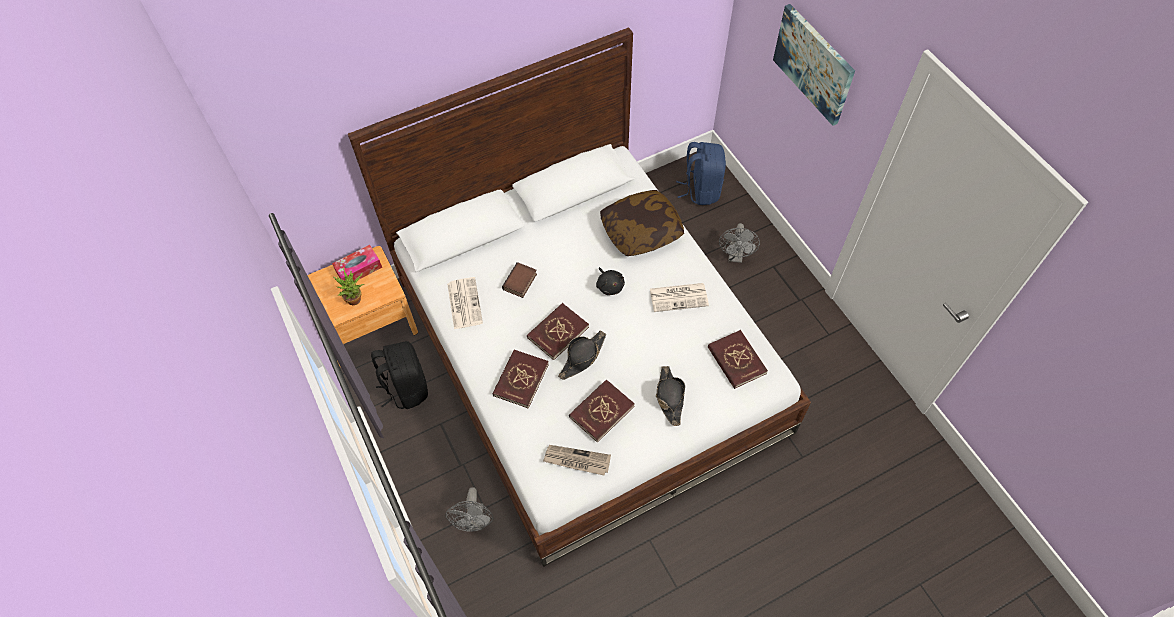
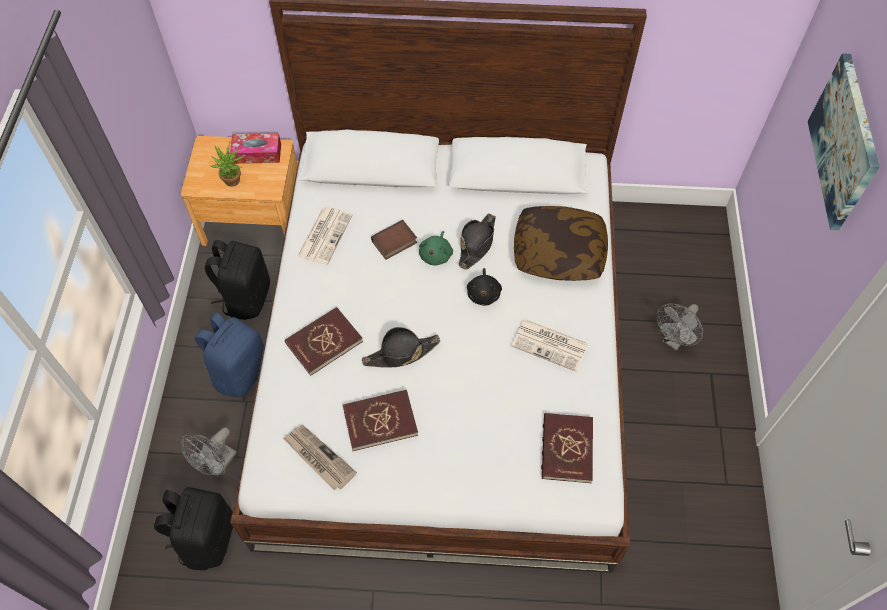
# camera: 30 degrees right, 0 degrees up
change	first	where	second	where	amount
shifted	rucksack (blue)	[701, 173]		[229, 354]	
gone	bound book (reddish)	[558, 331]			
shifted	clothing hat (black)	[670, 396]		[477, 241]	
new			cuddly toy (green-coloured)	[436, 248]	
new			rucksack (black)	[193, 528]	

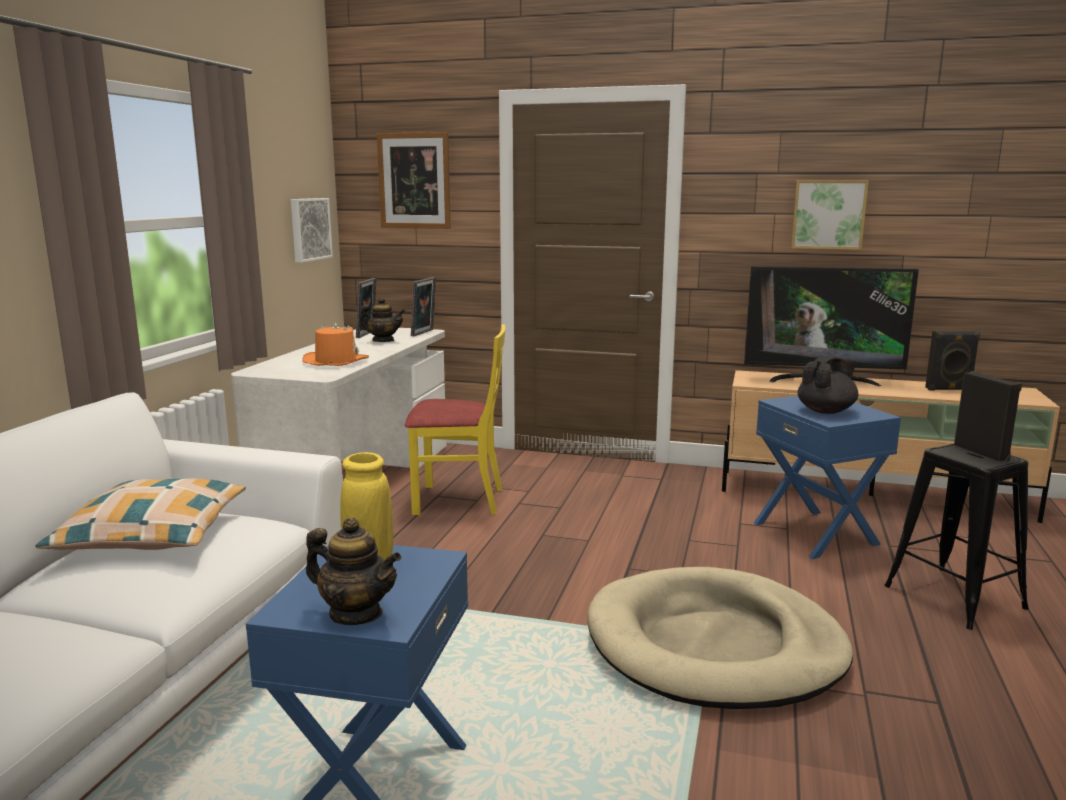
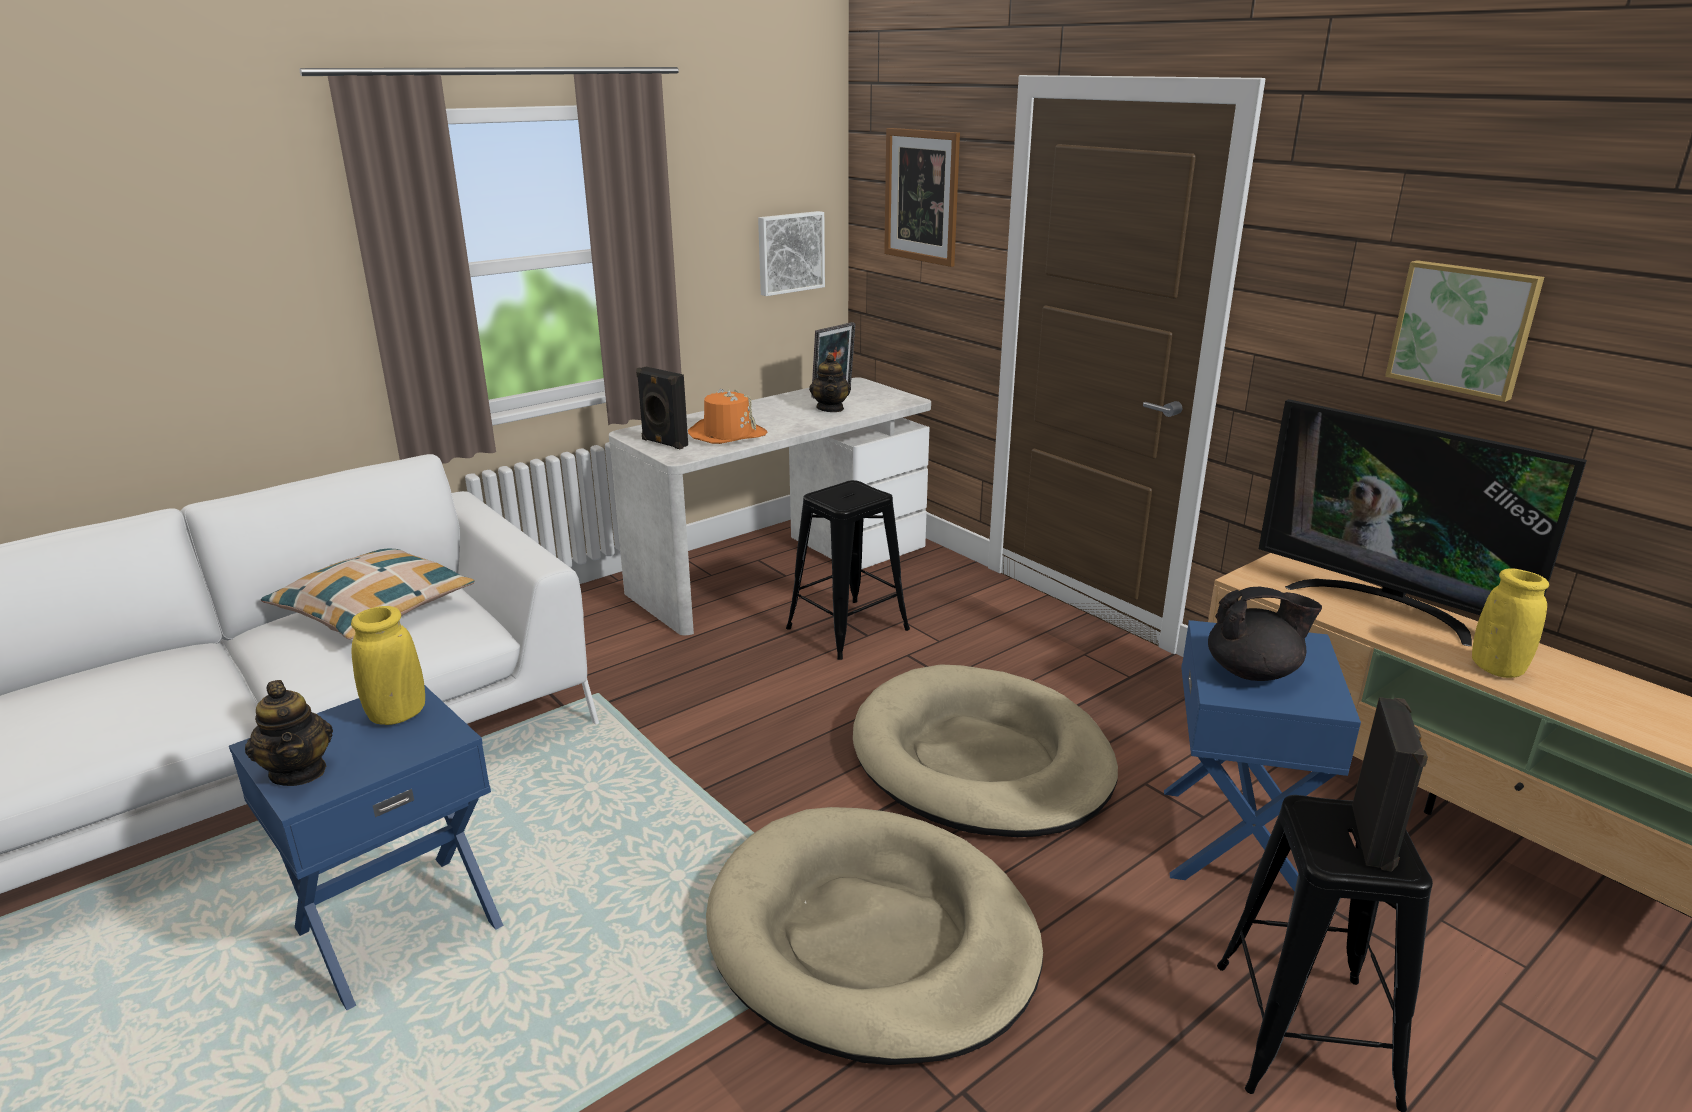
# camera: 35 degrees right, 10 degrees up
change	first	where	second	where	amount
gone	photo frame	[423, 306]			
rotated	teapot	[382, 319]		[830, 383]	45 degrees clockwise
swapped	upright chair (yellow)	[455, 419]	sitting stool (black)	[848, 570]	
shifted	audio speaker (black)	[952, 360]		[662, 408]	
new			vase (yellow)	[1510, 623]	
new			dog bed (beige-coloured)	[985, 750]	

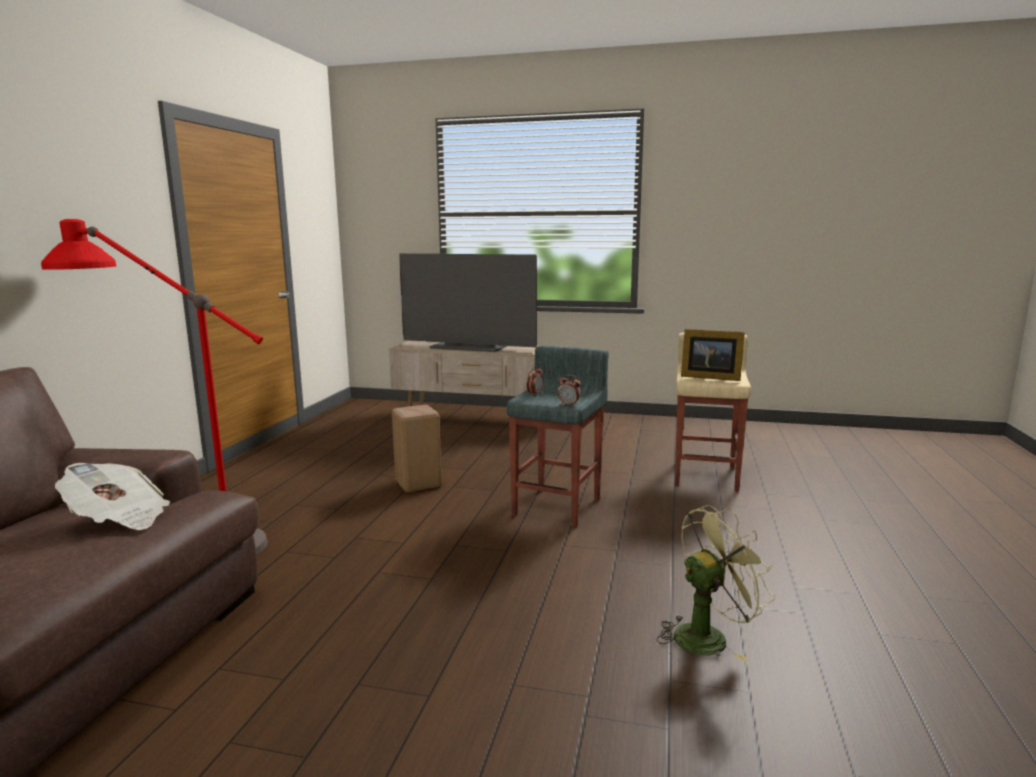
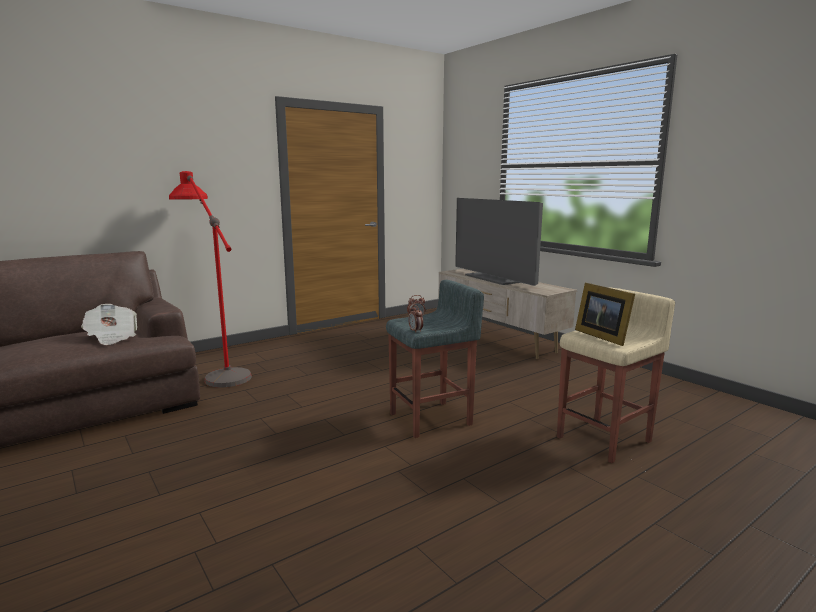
# camera: 40 degrees right, 0 degrees up
change	first	where	second	where	amount
gone	sitting stool (beige-coloured)	[417, 448]			
gone	fan (green-coloured)	[715, 583]			

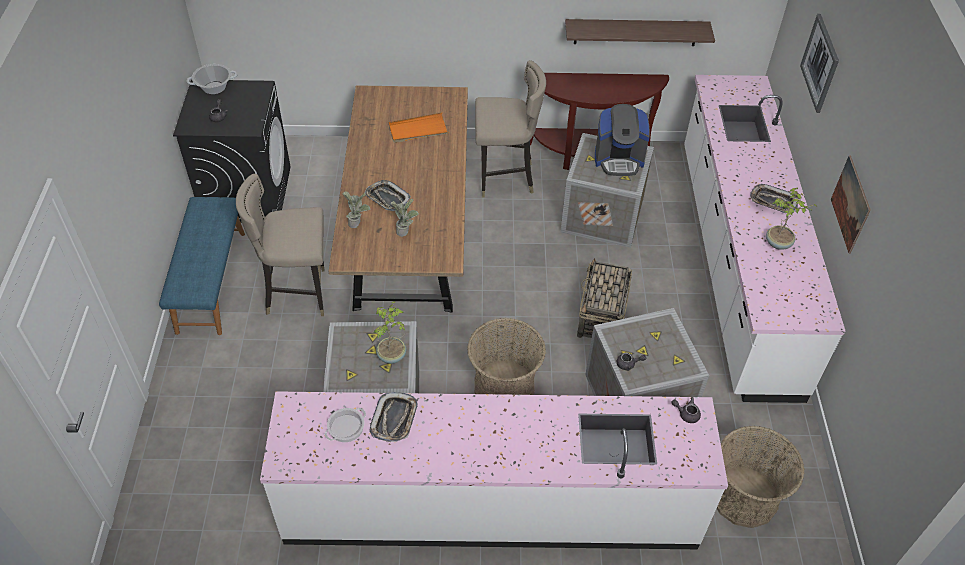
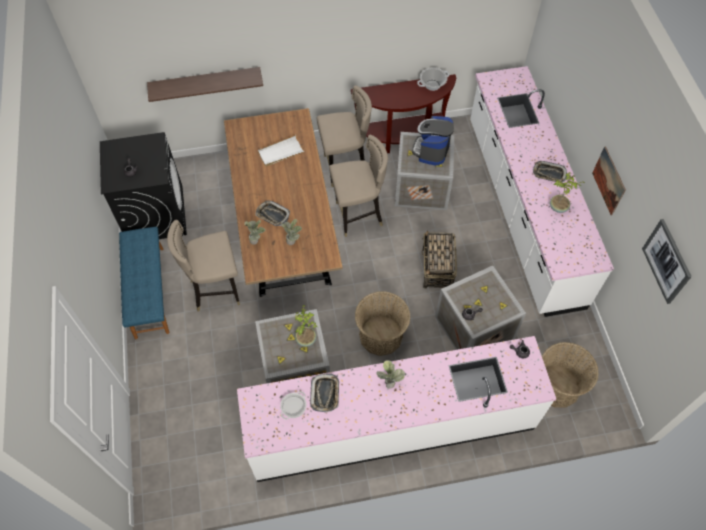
# camera: 10 degrees left, 10 degrees up
change	first	where	second	where	amount
shifted	wall art	[819, 63]		[667, 261]	
shifted	bracket shelf	[640, 32]		[205, 84]	
shifted	stockpot	[212, 79]		[433, 79]	
rotated	coffee brewer	[622, 140]		[433, 141]	120 degrees clockwise
repainted	carrying tray (orangey)	[419, 127]	carrying tray (white-coloured)	[281, 150]	
new			sitting stool (beige-coloured)	[358, 186]	
new			potted plant	[390, 374]	

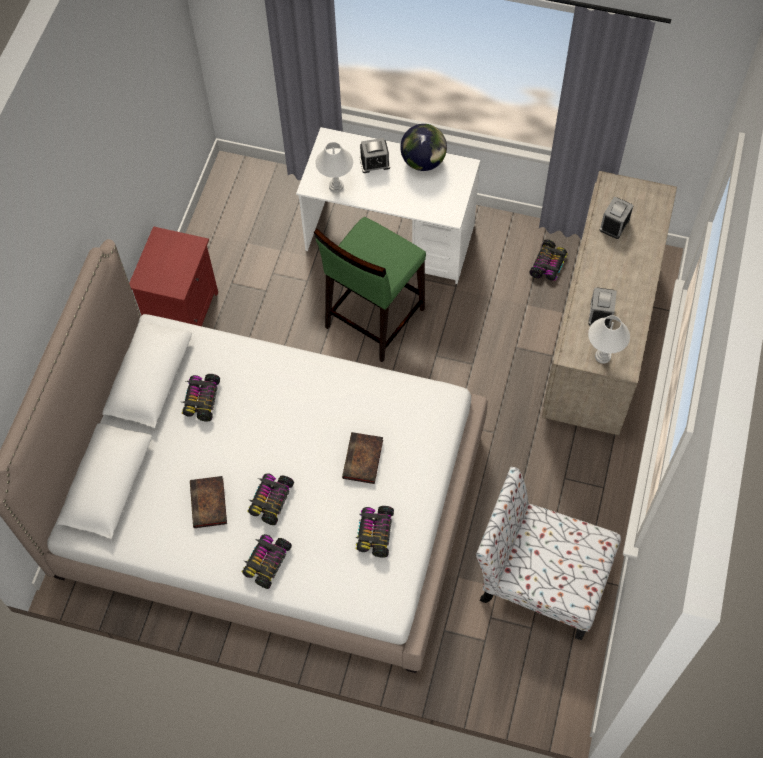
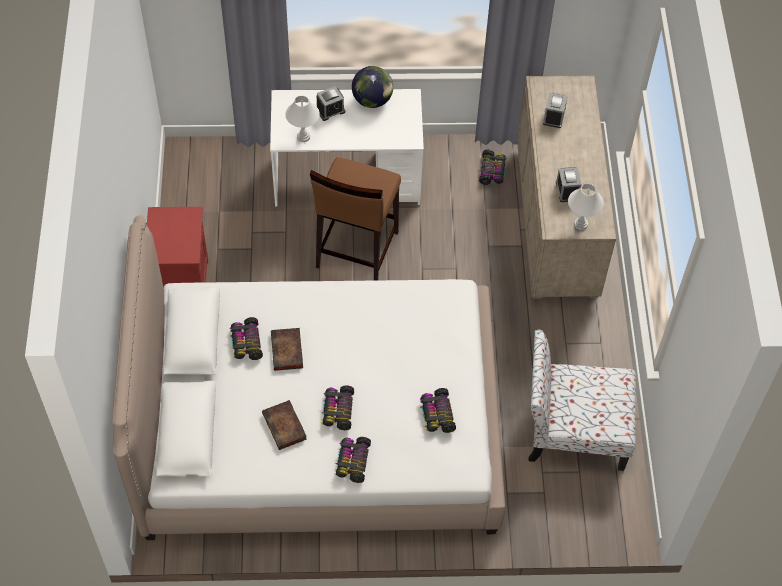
# camera: 20 degrees left, 5 degrees down
change	first	where	second	where	amount
repainted	sitting stool (green-coloured)	[370, 289]	sitting stool (brown-coloured)	[355, 219]	
shifted	bound book	[362, 458]		[287, 349]	

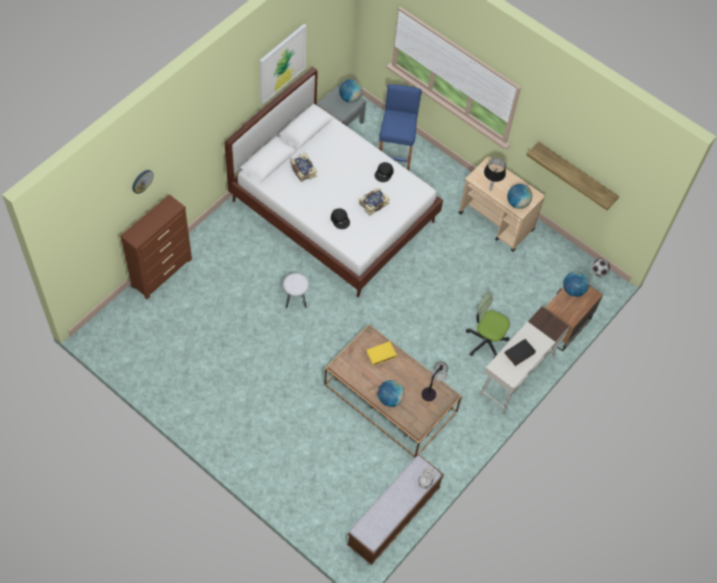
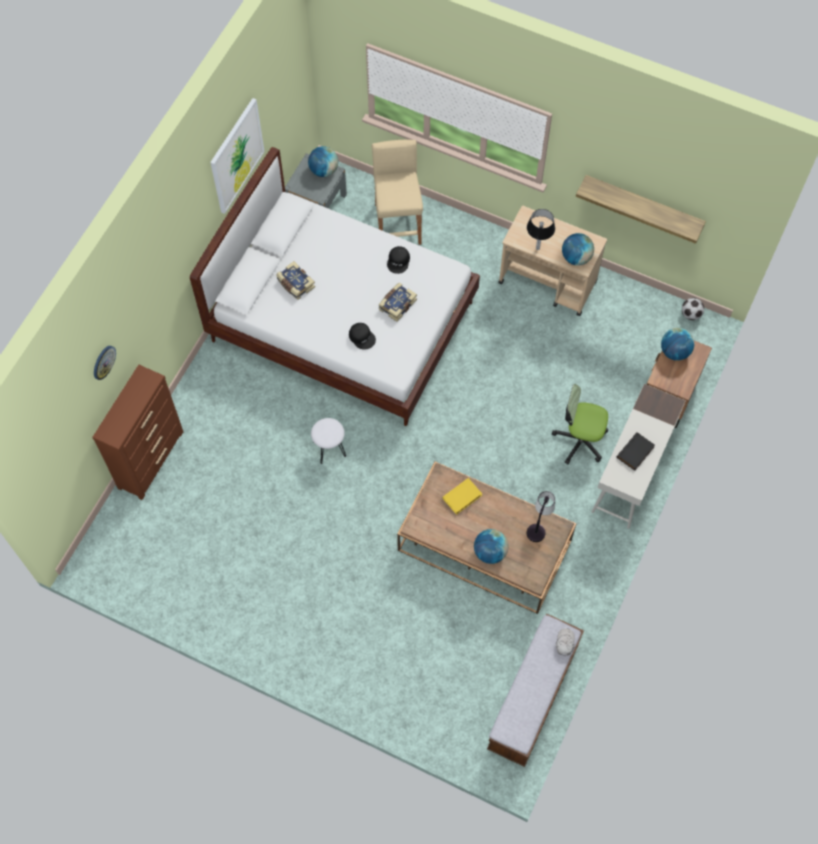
# camera: 10 degrees left, 5 degrees up
change	first	where	second	where	amount
repainted	sitting stool (blue)	[400, 127]	sitting stool (beige-coloured)	[397, 192]	

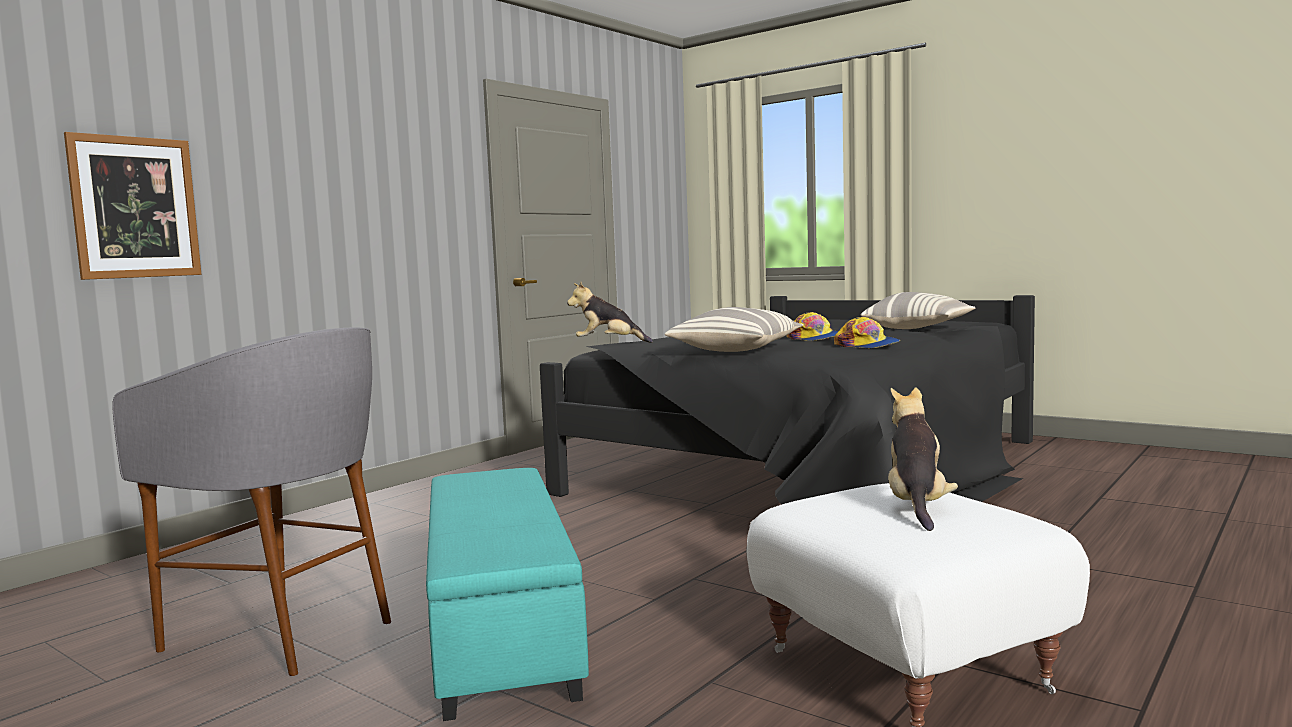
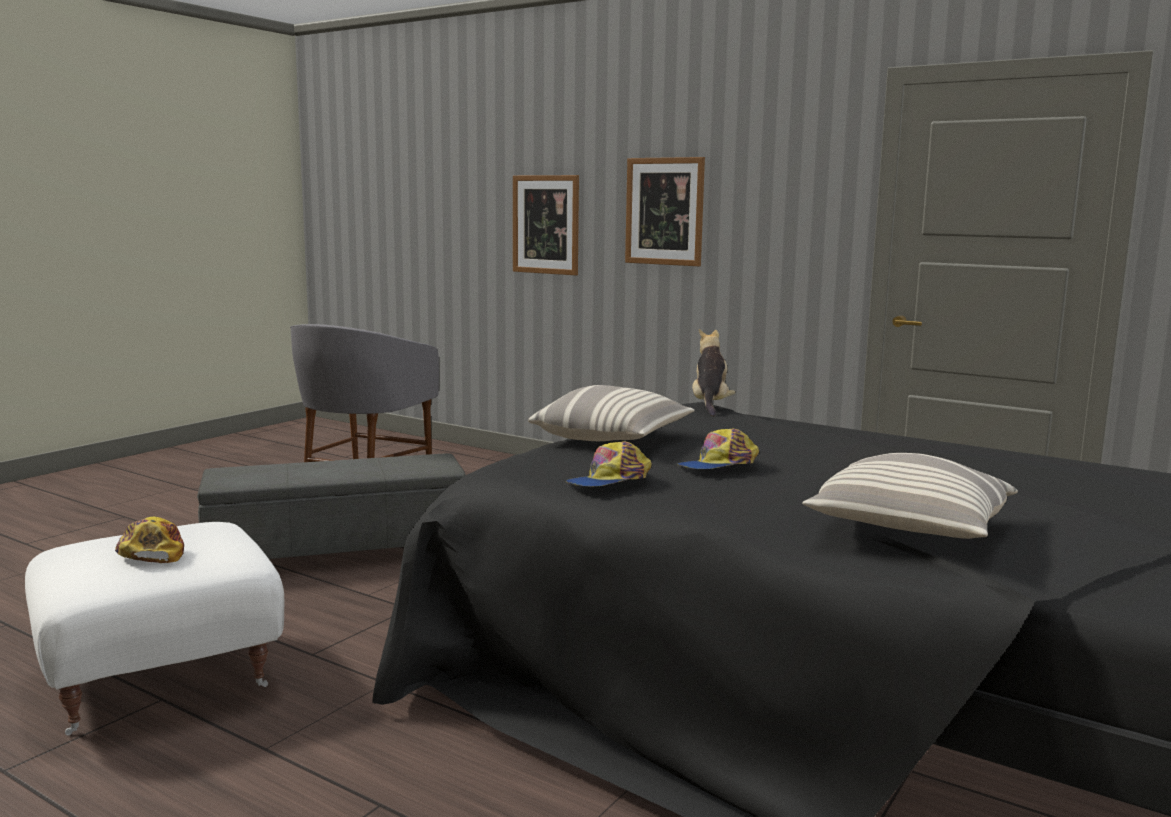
# camera: 85 degrees right, 5 degrees up
change	first	where	second	where	amount
swapped	cuddly toy	[923, 459]	cap	[149, 540]	
repainted	pouffe (blue-green)	[507, 594]	pouffe (greyish)	[331, 506]	
new			wall art	[665, 211]	

